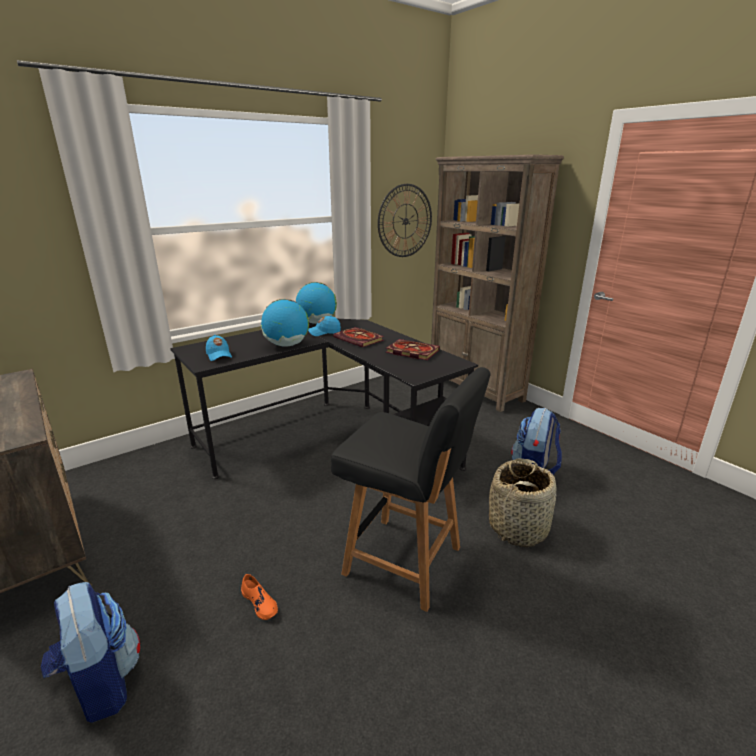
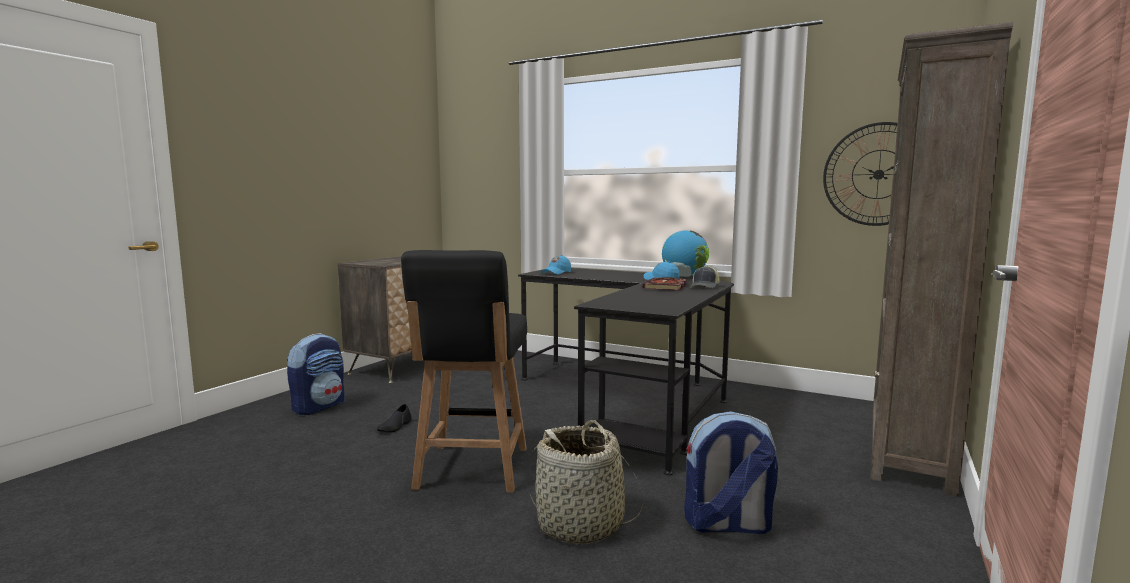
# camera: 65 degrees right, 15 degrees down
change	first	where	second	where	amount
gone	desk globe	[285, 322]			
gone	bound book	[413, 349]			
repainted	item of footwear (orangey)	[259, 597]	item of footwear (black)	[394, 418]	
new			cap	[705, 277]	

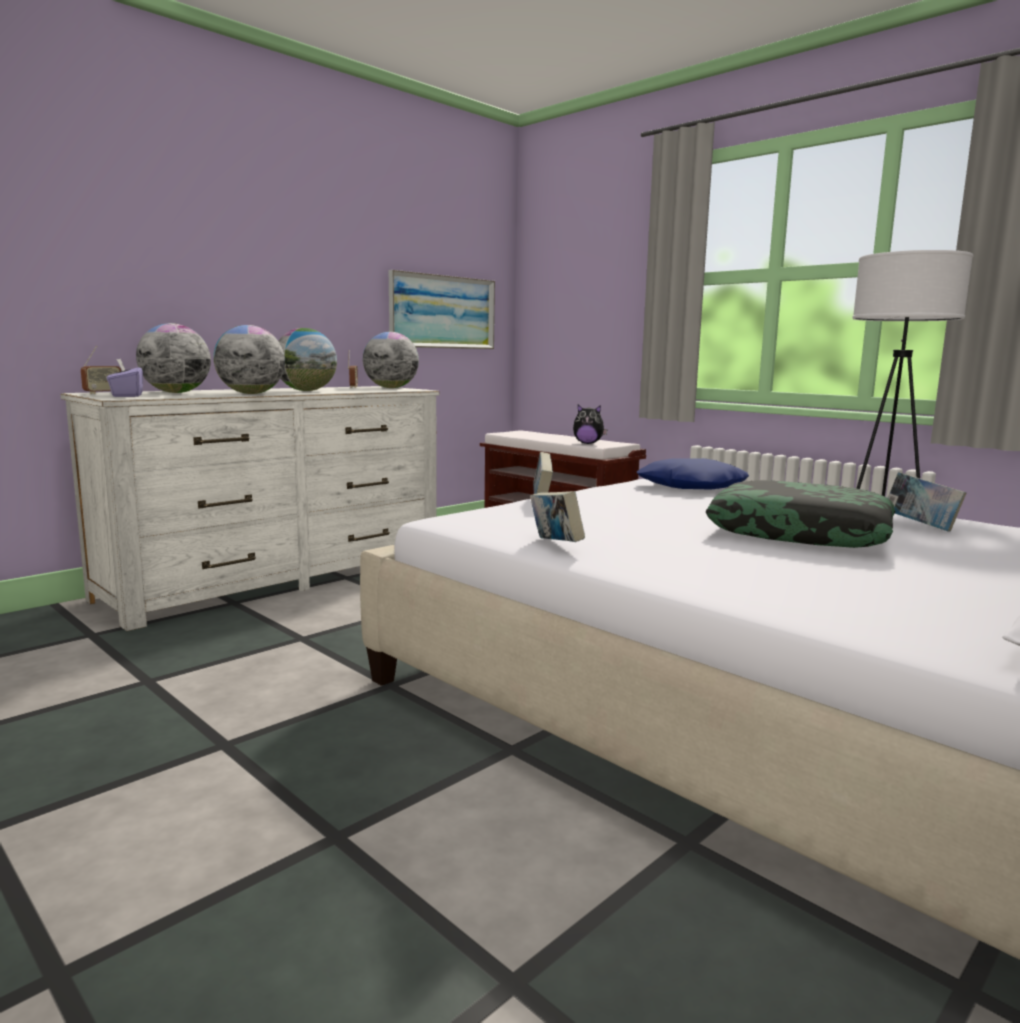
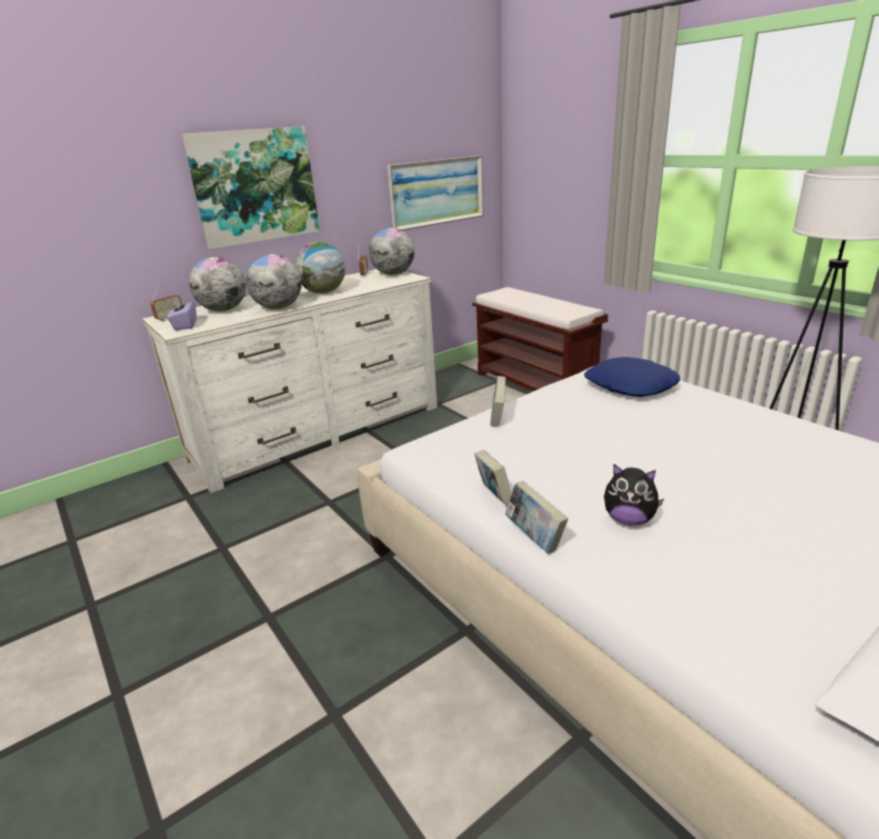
# camera: 10 degrees right, 15 degrees up
change	first	where	second	where	amount
shifted	cuddly toy	[590, 424]		[634, 495]	
shifted	bound book	[927, 502]		[536, 517]	
gone	pillow	[800, 514]			
new			wall art	[251, 187]	

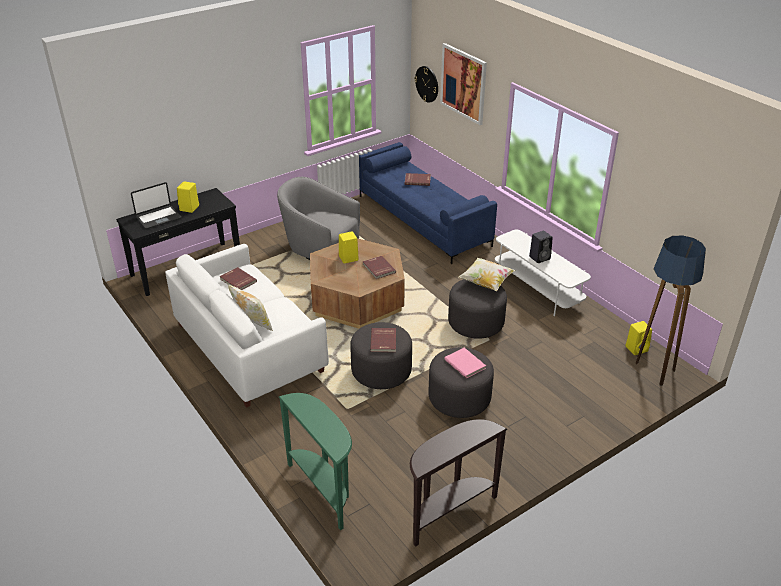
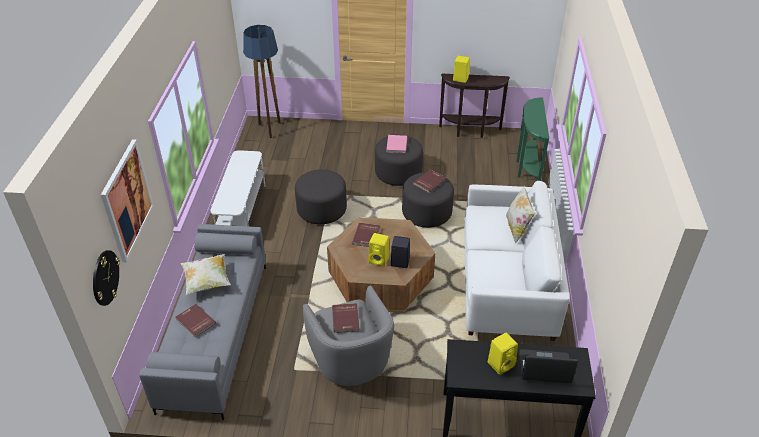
# camera: 140 degrees left, 5 degrees up
change	first	where	second	where	amount
repainted	couch (blue)	[428, 203]	couch (greyish)	[202, 322]	
shifted	audio speaker (black)	[540, 247]		[400, 252]	
shifted	pillow	[487, 274]		[205, 274]	
shifted	bound book (reddish)	[238, 278]		[345, 318]	
shifted	audio speaker (yellow)	[638, 338]		[461, 69]	

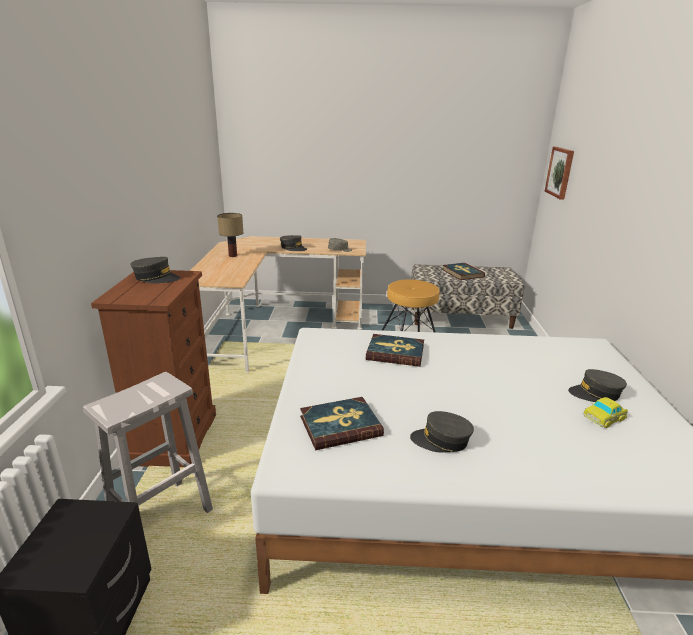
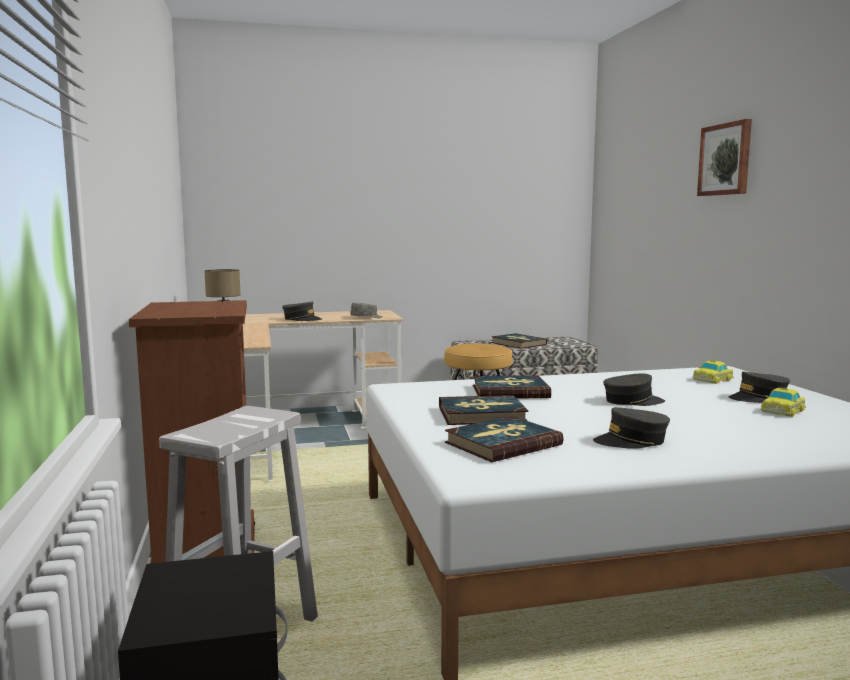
# camera: 15 degrees left, 15 degrees down
change	first	where	second	where	amount
shifted	wall art	[559, 173]		[724, 157]	
shifted	cap (greyish)	[155, 270]		[634, 389]	
new			miniature car	[713, 372]	
new			bound book	[483, 410]	

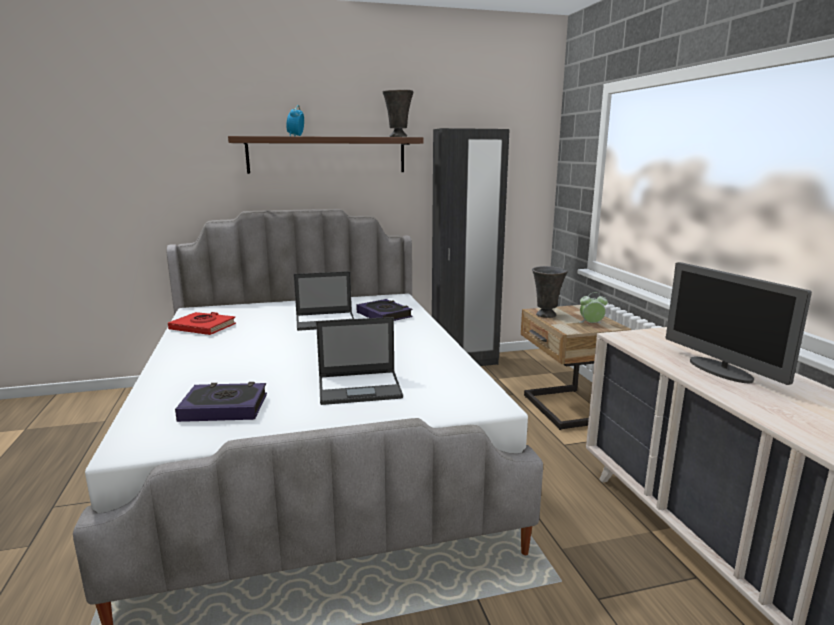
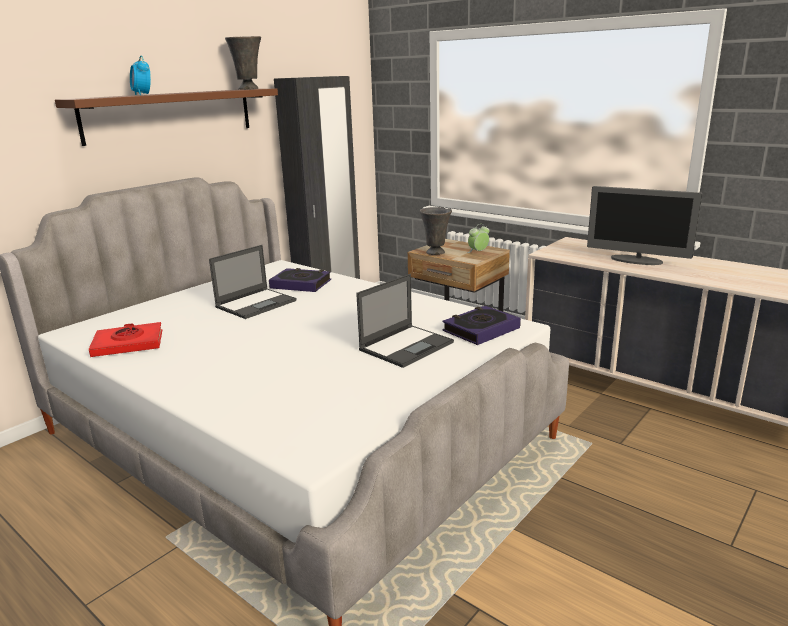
# camera: 35 degrees left, 5 degrees up
change	first	where	second	where	amount
shifted	bound book	[221, 402]		[481, 325]	

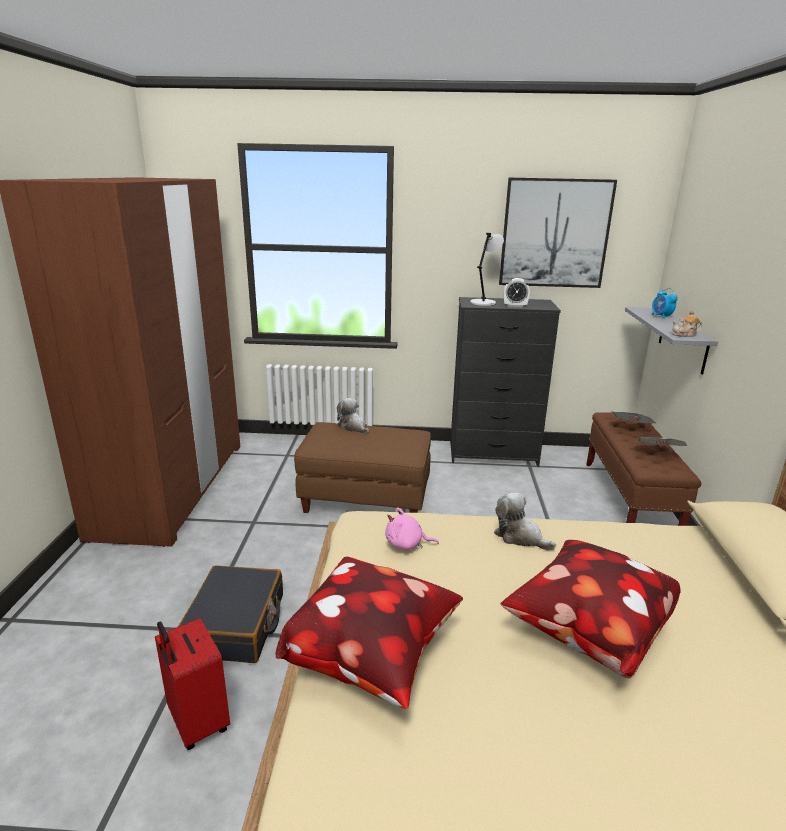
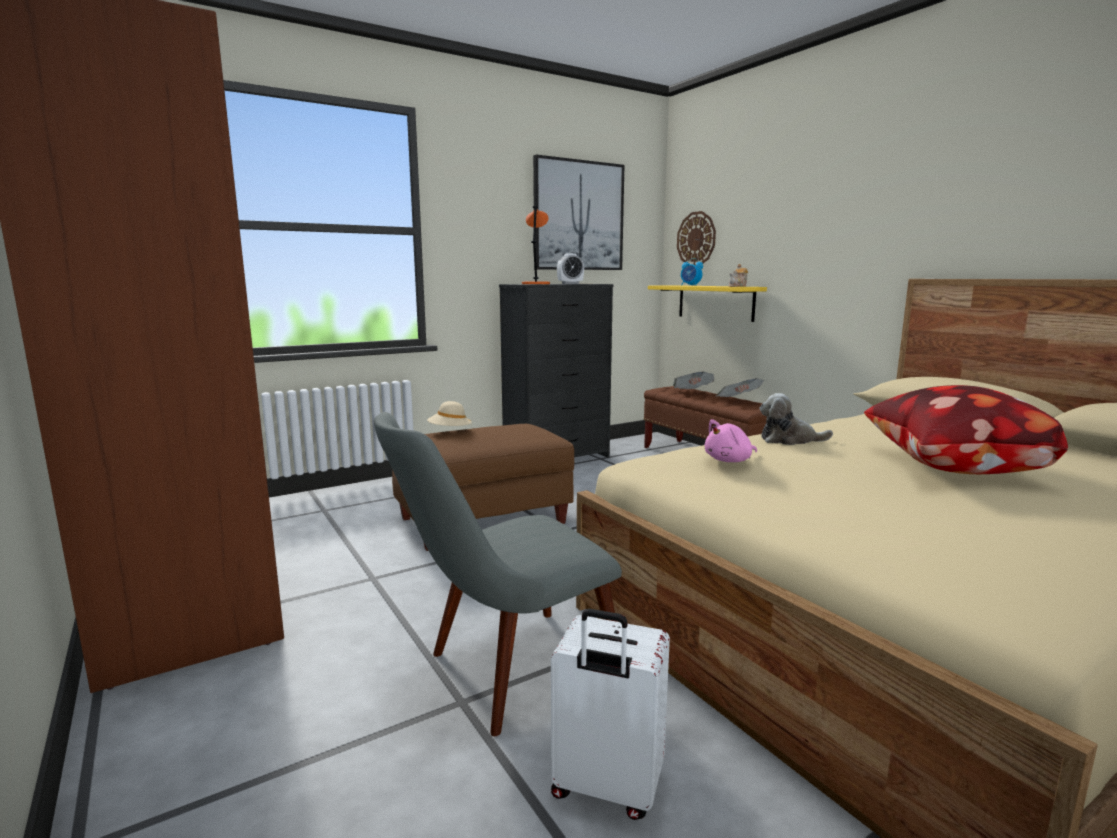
# camera: 35 degrees left, 10 degrees down
change	first	where	second	where	amount
repainted	lamp for a table (greyish)	[487, 269]	lamp for a table (orangey)	[536, 245]	
repainted	bracket shelf (greyish)	[671, 340]	bracket shelf (yellow)	[707, 303]	
swapped	cuddly toy	[353, 416]	clothing hat (beige-coloured)	[449, 413]	
gone	pillow	[369, 633]			
swapped	travel case (black)	[230, 614]	upright chair (greyish)	[498, 574]	
repainted	travel case (reddish)	[192, 684]	travel case (white-coloured)	[610, 714]	
new			clock on the wall	[696, 238]	

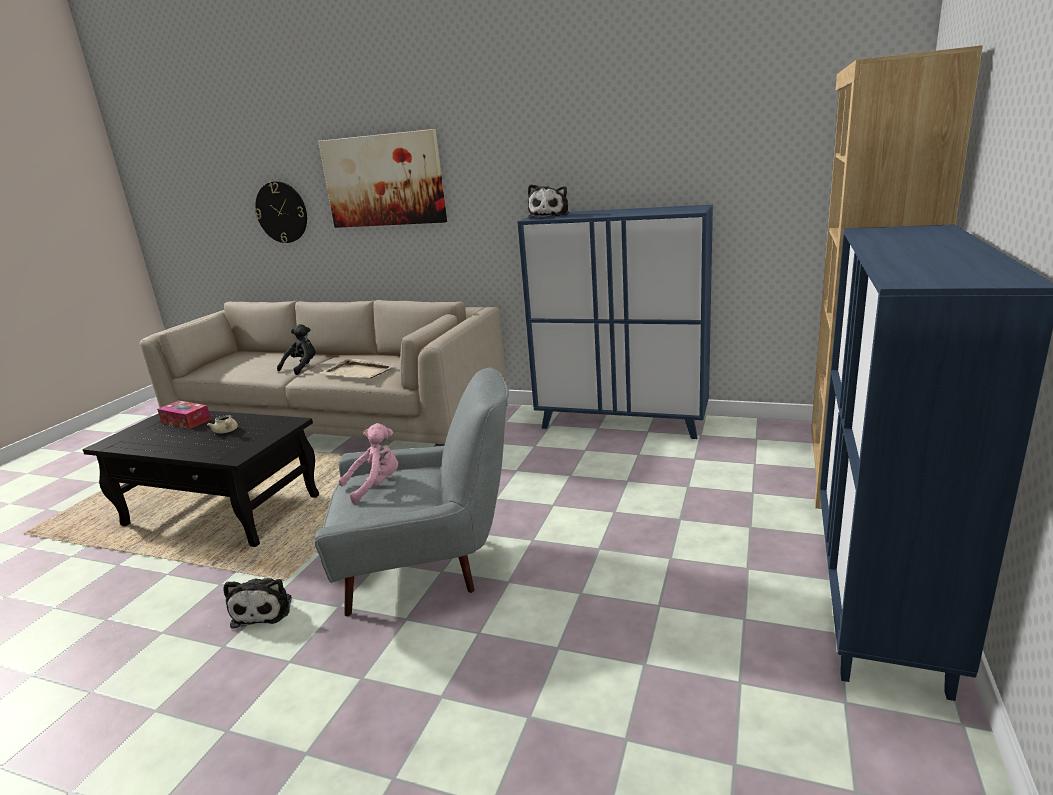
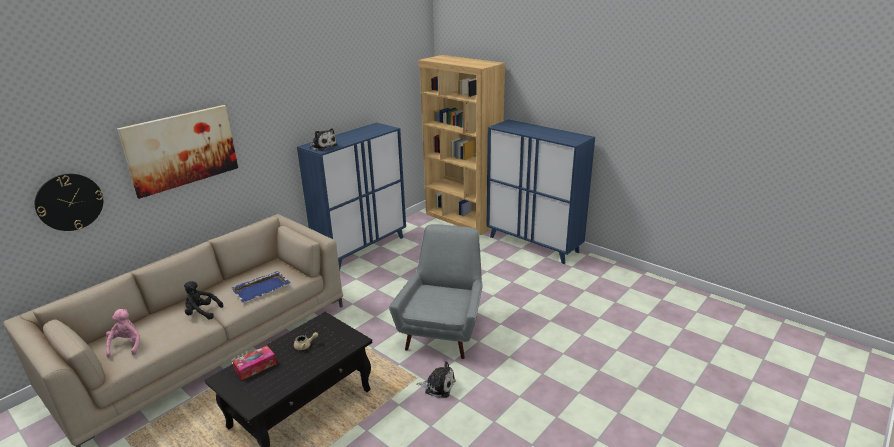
# camera: 70 degrees left, 5 degrees up
change	first	where	second	where	amount
rotated	cuddly toy (black)	[296, 349]		[203, 300]	45 degrees counterclockwise
repainted	carrying tray (beige-coloured)	[358, 368]	carrying tray (blue)	[260, 287]	
shifted	cuddly toy (pink)	[368, 463]		[123, 333]	

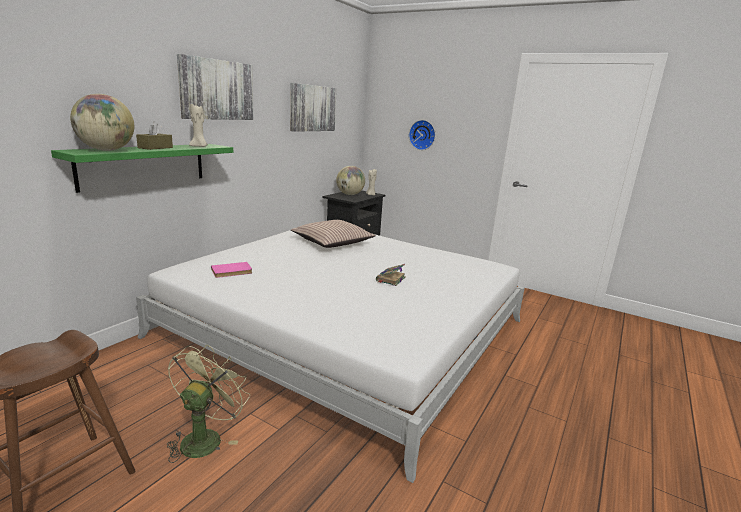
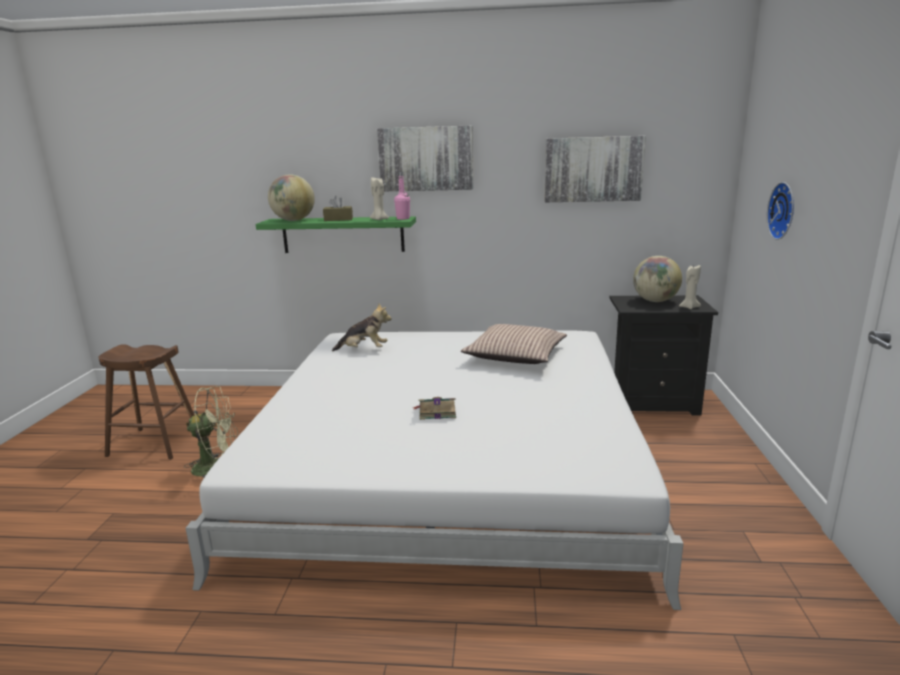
# camera: 65 degrees right, 0 degrees up
change	first	where	second	where	amount
swapped	bound book (pink)	[231, 270]	cuddly toy	[362, 327]	
new			bottle (pink)	[402, 196]	

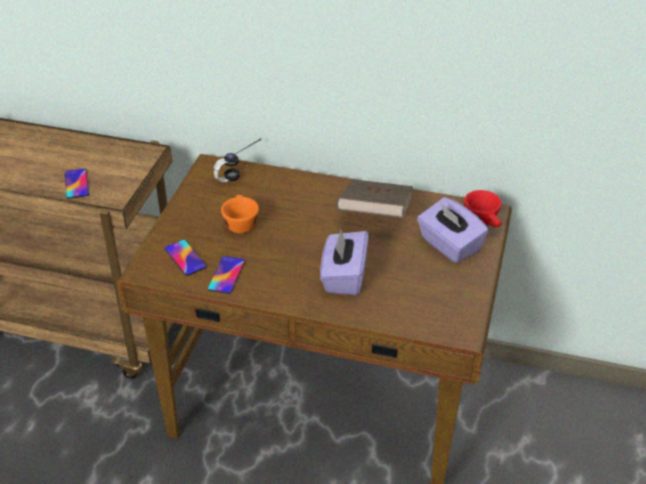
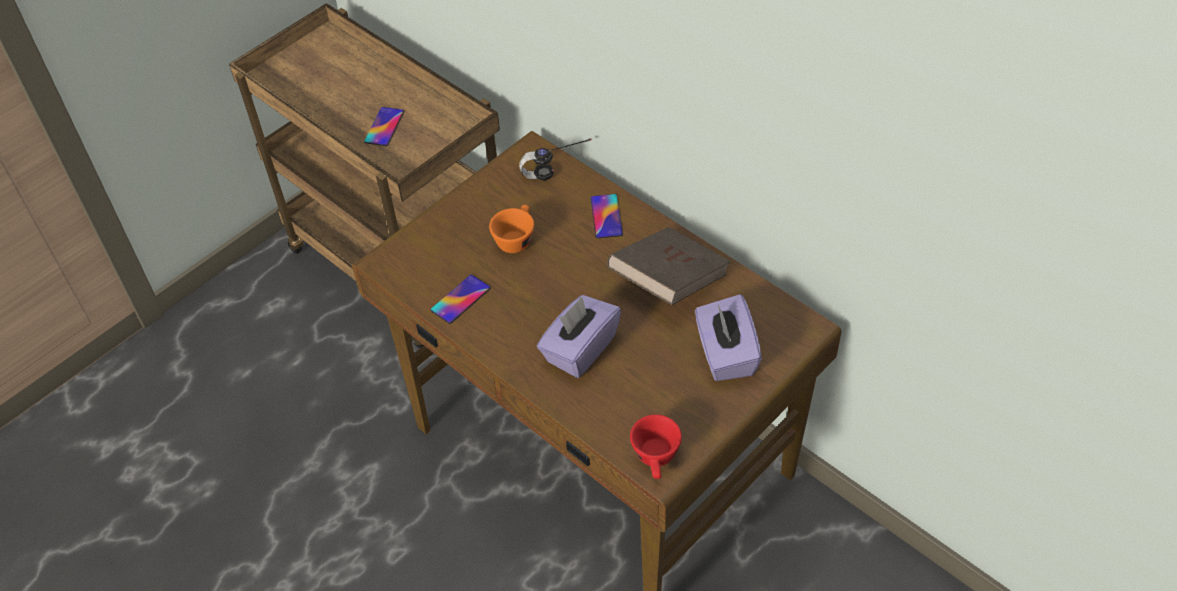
# camera: 30 degrees right, 10 degrees up
change	first	where	second	where	amount
shifted	cup (reddish)	[483, 208]		[656, 446]	
shifted	handset	[185, 258]		[606, 216]	

